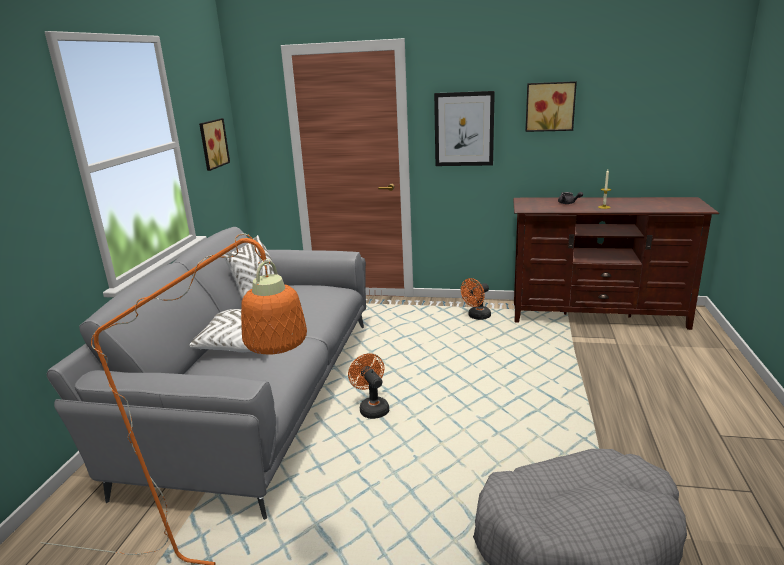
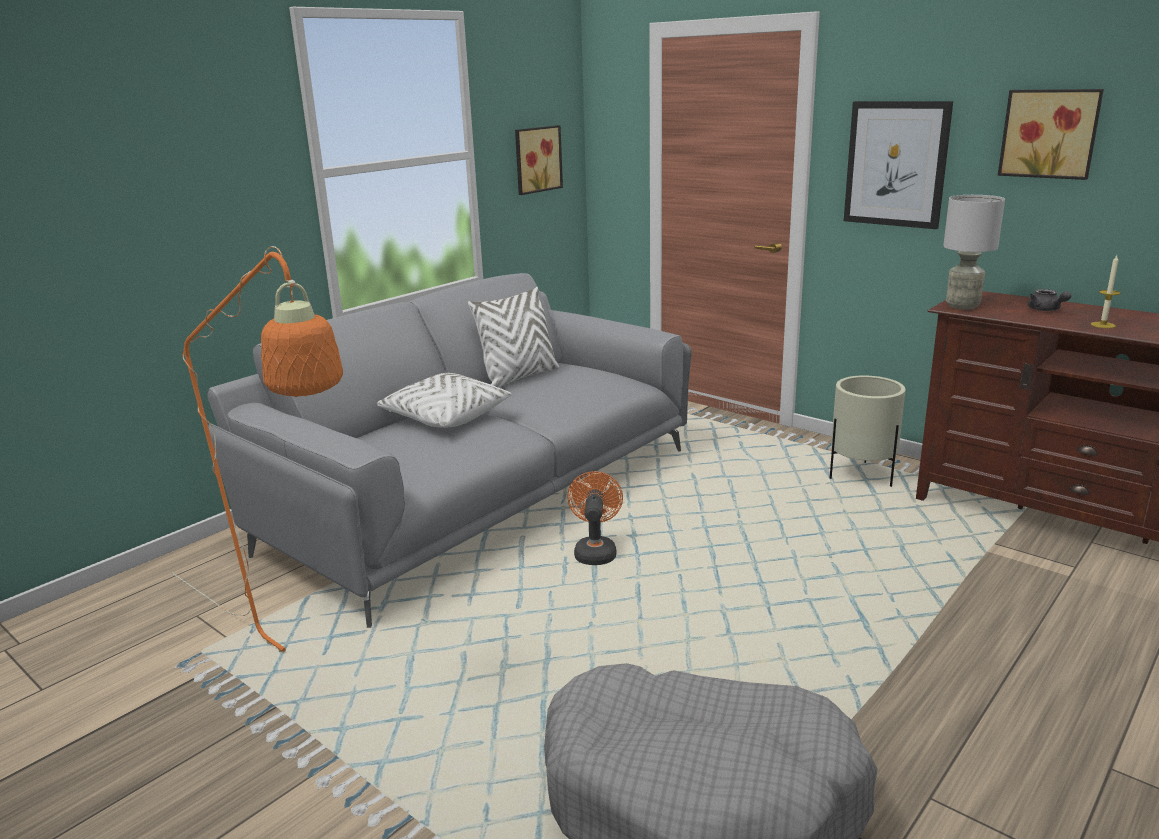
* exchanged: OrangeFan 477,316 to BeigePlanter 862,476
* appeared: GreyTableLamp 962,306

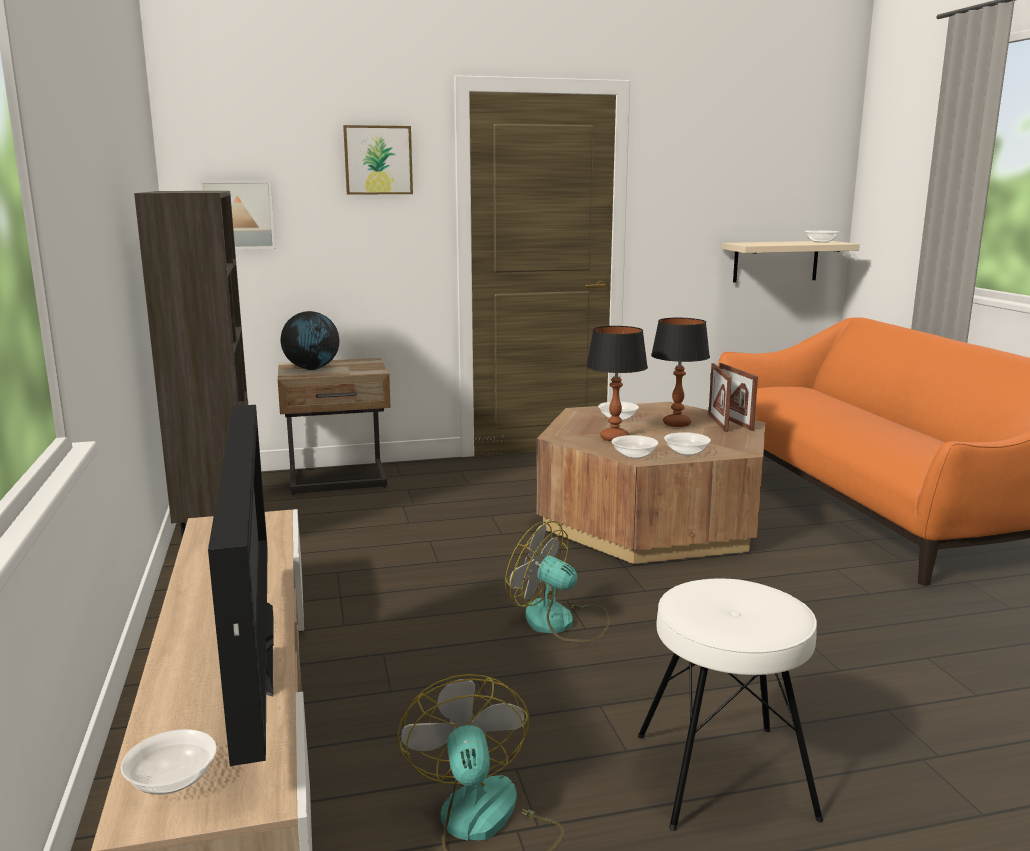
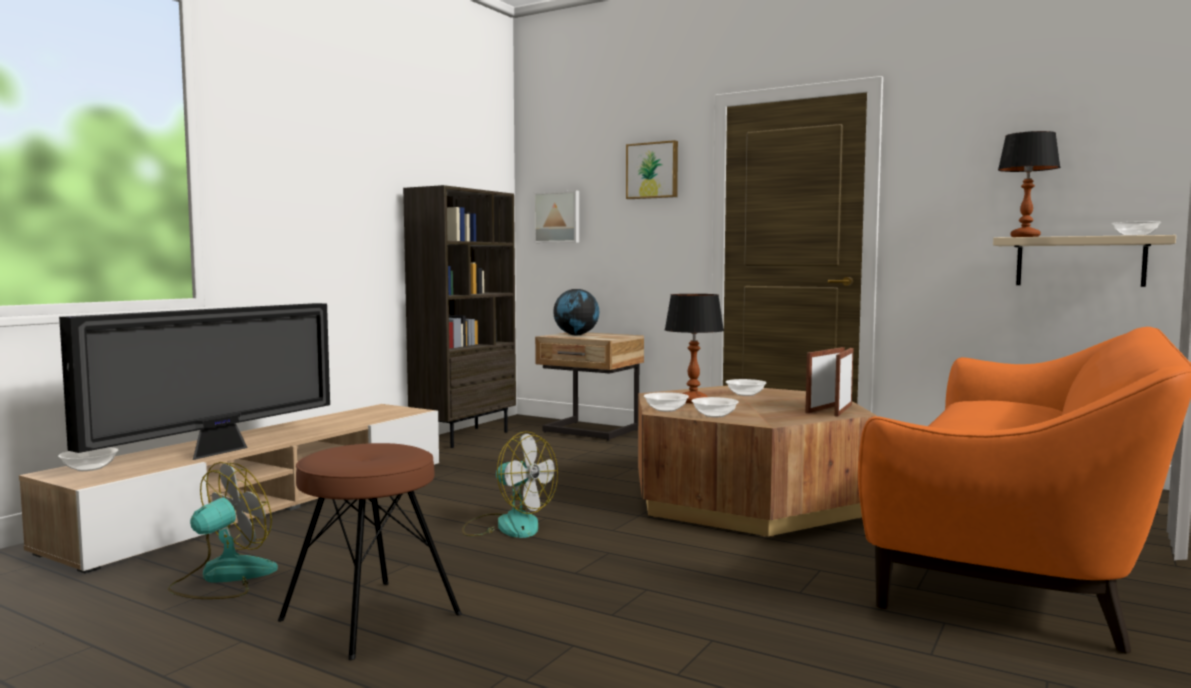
* colour: WhiteStool 723,775 to BrownStool 370,617
* spun: Fan 560,622 = 508,525 135 degrees clockwise
* relocated: TableLamp 677,424 to 1025,237

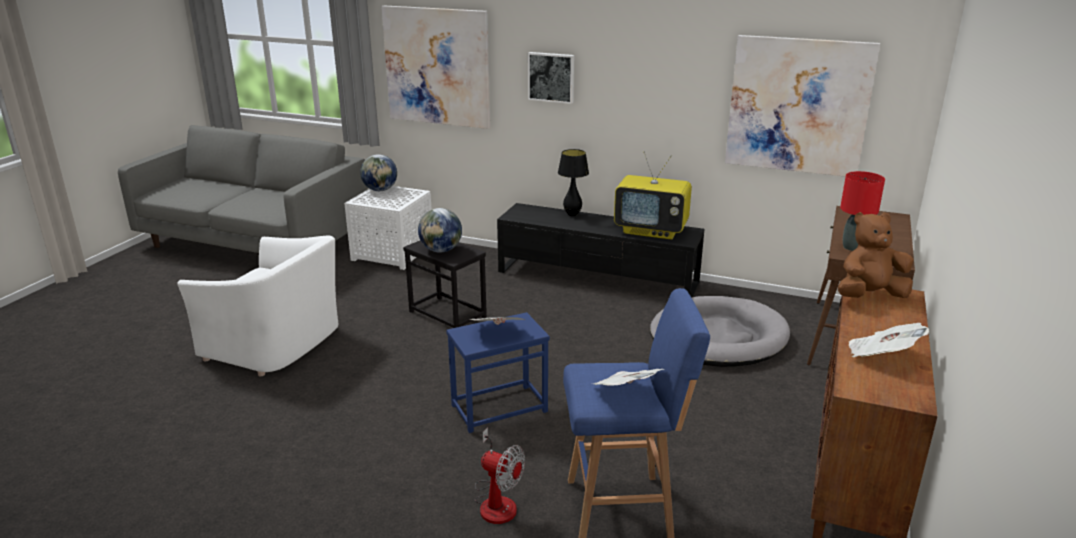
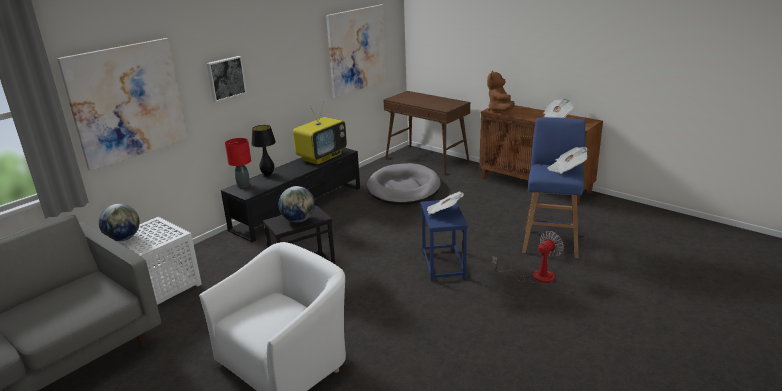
* relocated: RedTableLamp 852,247 to 243,185

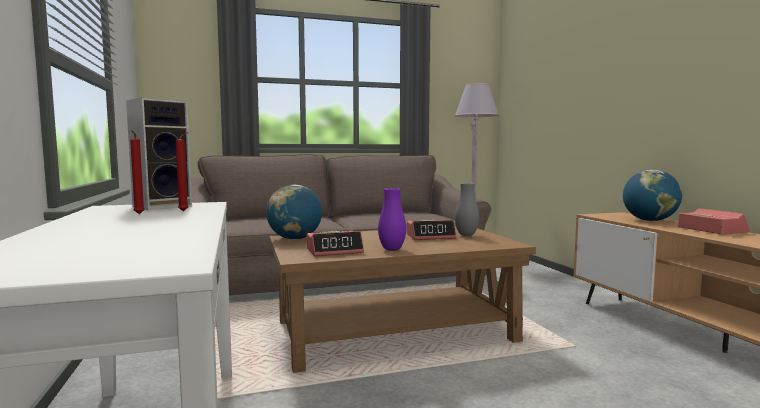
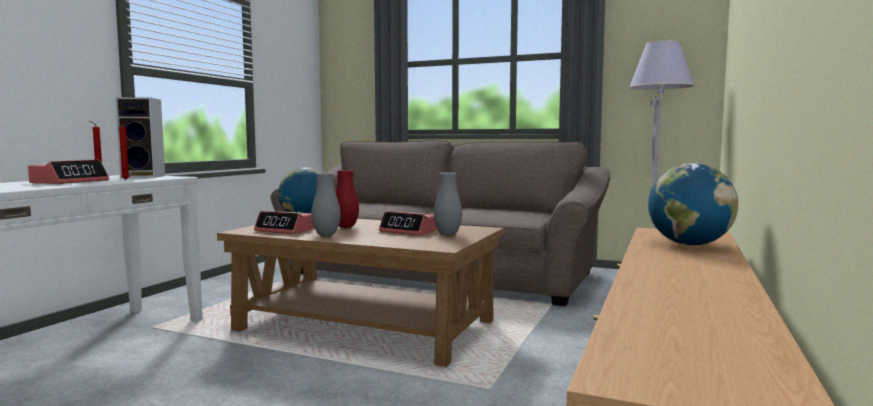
* relocated: AlarmClock 711,230 to 70,182
* colour: PurpleVase 392,249 to GreyVase 326,235
* appeared: RedVase 346,227

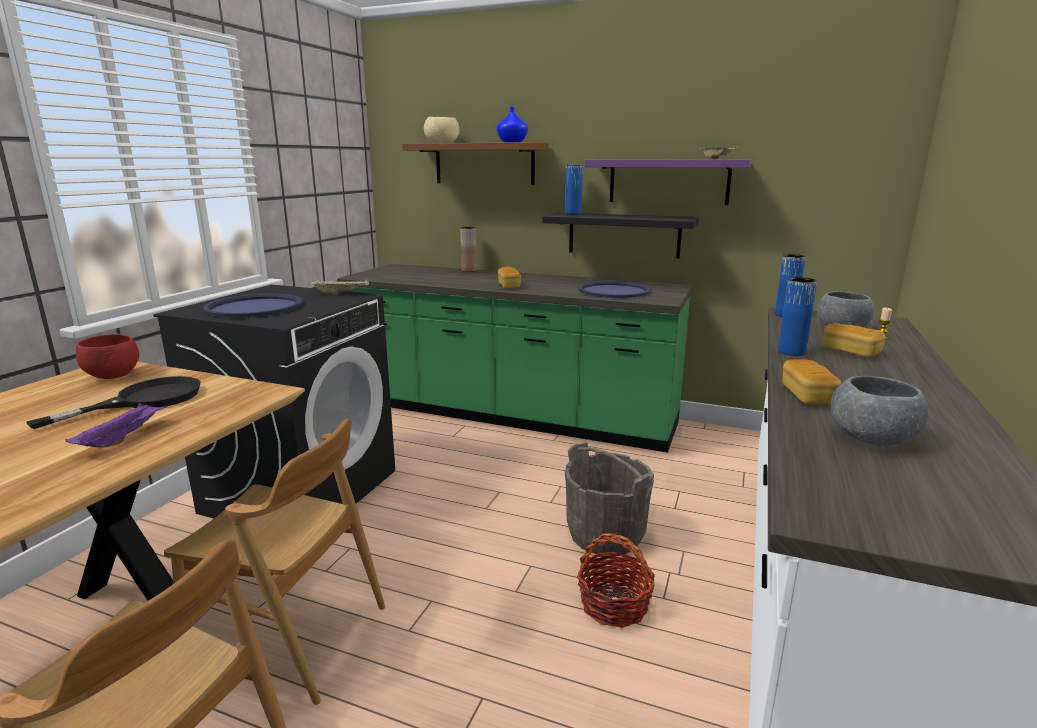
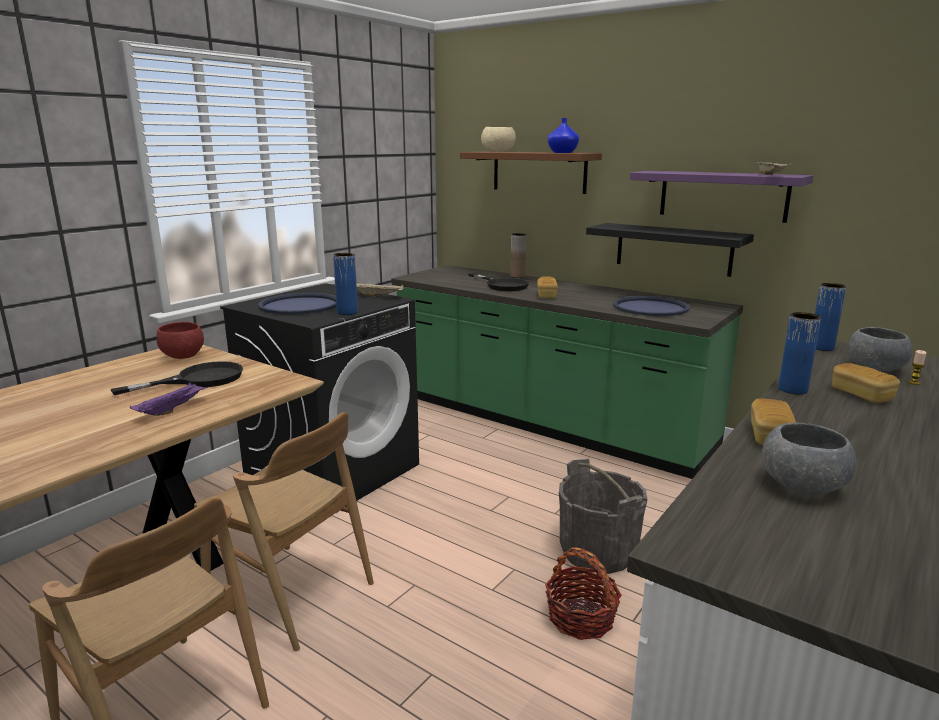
* relocated: BlueVase 573,214 to 347,312
* appeared: BlackFryingPan 502,285

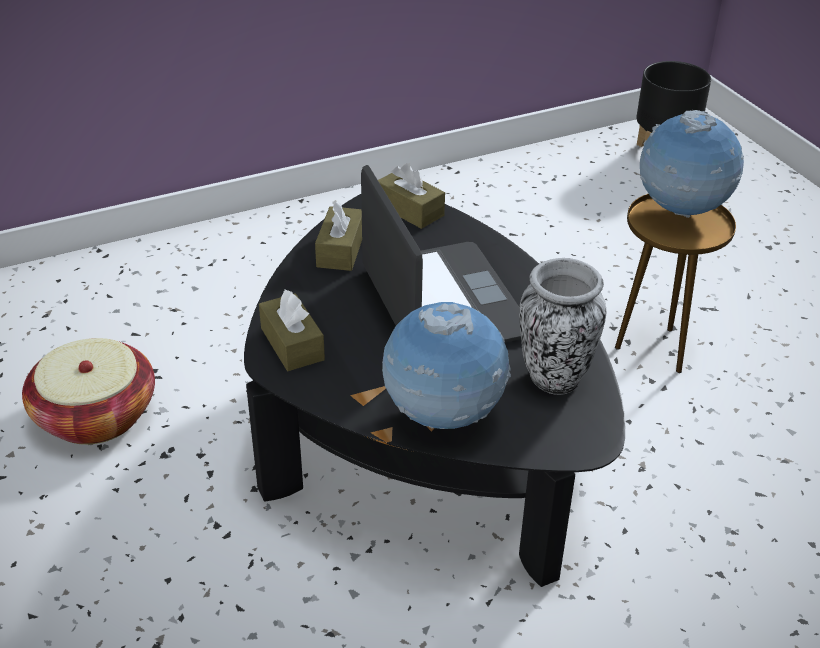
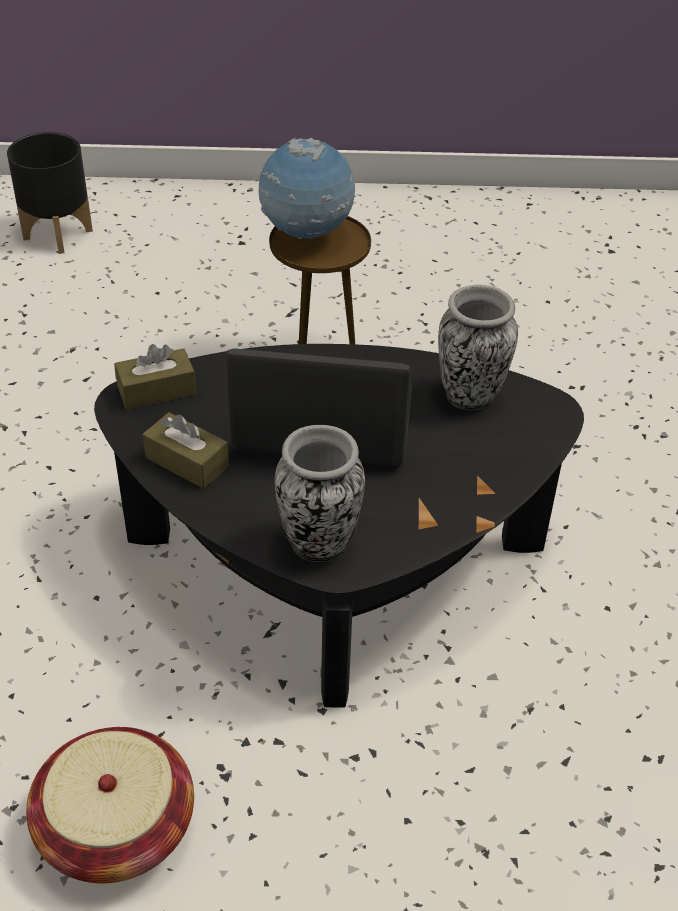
* exchanged: BrownTissueBox 292,344 to Vase 318,545
* missing: Globe 443,417

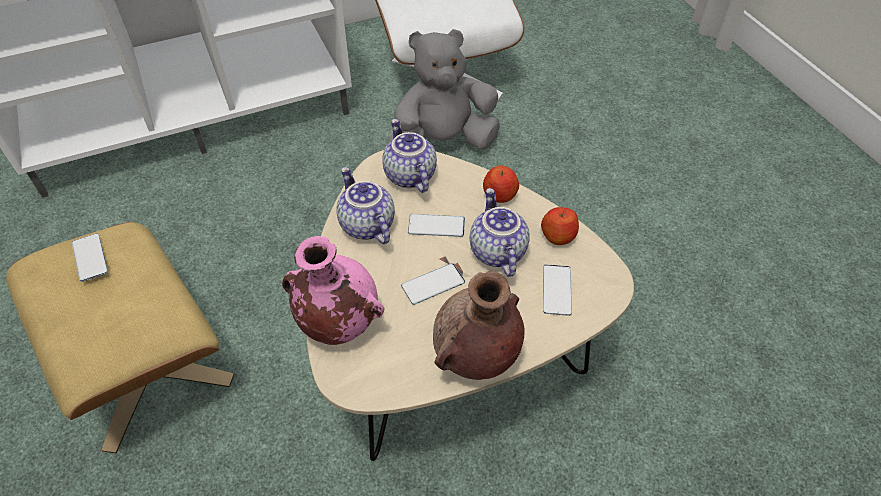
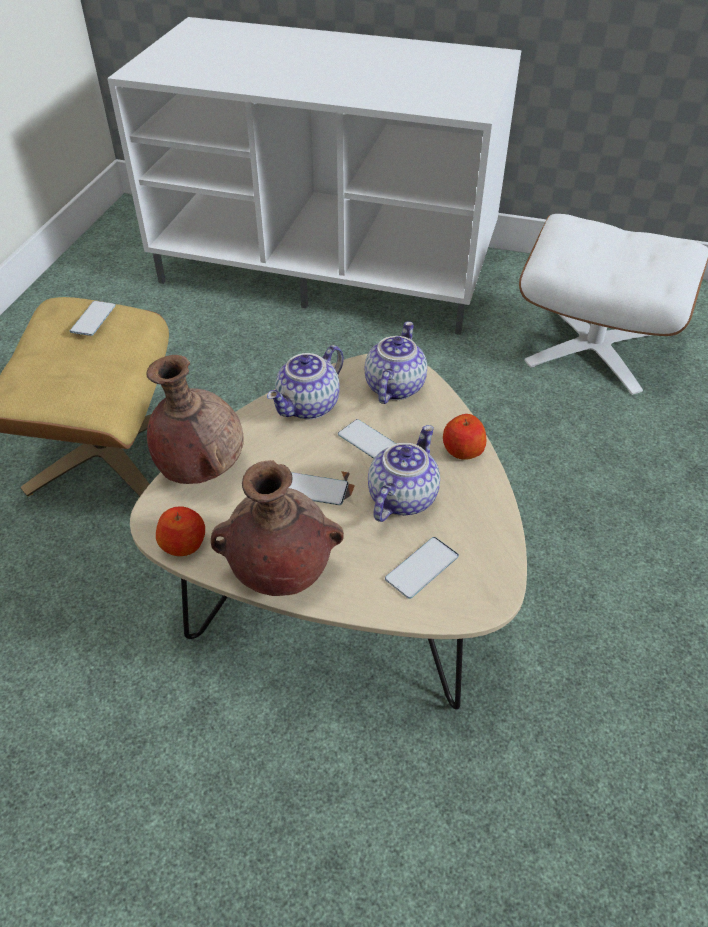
* colour: PinkVase 337,322 to BrownVase 200,468
* relocated: Apple 558,236 to 184,544
* spun: Teapot 365,225 = 309,407 150 degrees counterclockwise
* missing: GreyPlushToy 443,142

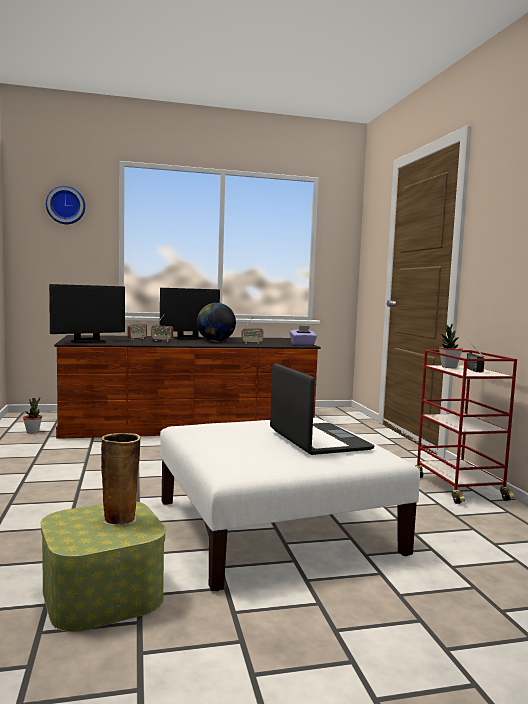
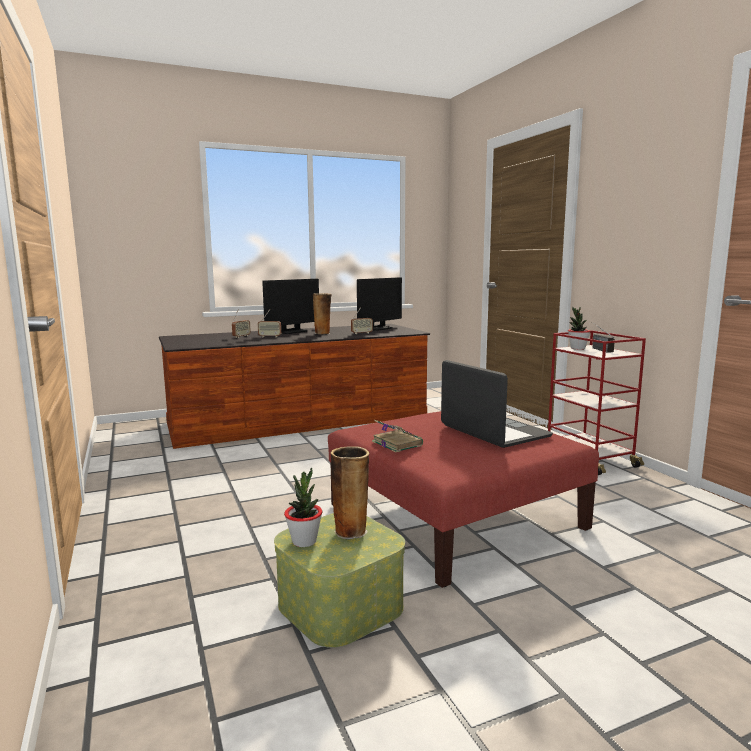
* relocated: PottedPlant 32,432 to 304,541
* exchanged: Globe 215,341 to Vase 323,333
* colour: WhiteOttoman 273,526 to RedOttoman 453,517
* relocated: Monitor 88,341 to 378,328
* appeared: Book 396,443
* missing: WallClock 66,205
* missing: PurpleTissueBox 302,344

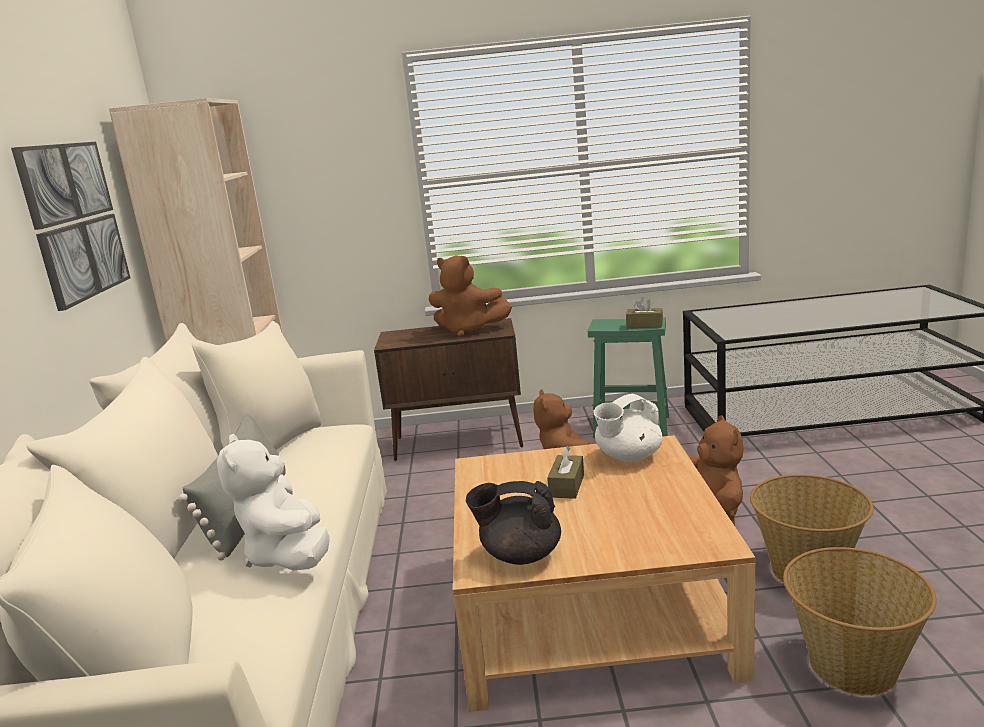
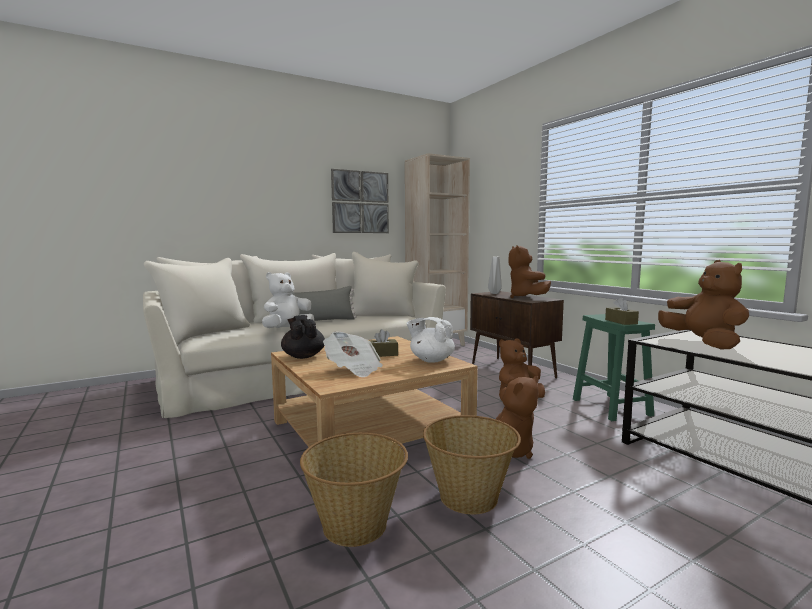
* appeared: Newspaper 353,369
* appeared: GreyVase 494,293
* appeared: BrownPlushToy 703,343

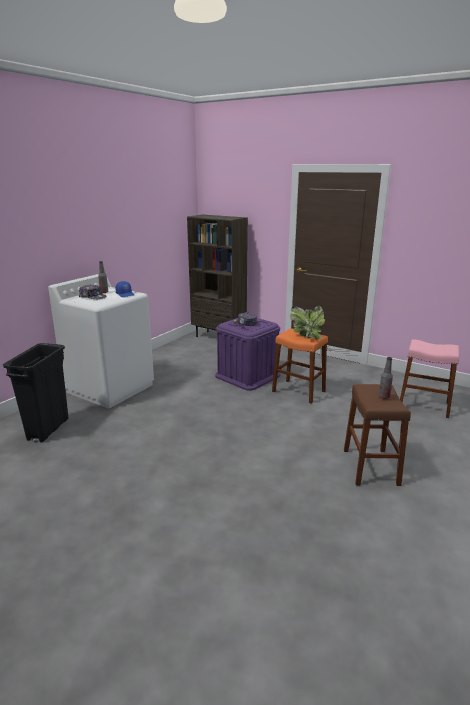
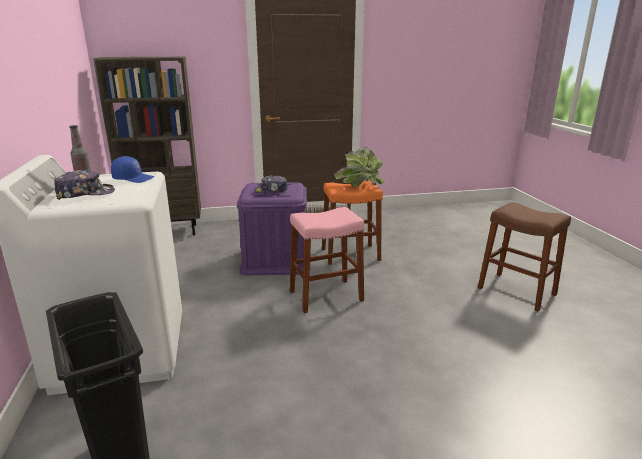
* relocated: PinkStool 423,405 to 326,296
* missing: Bottle 384,397

